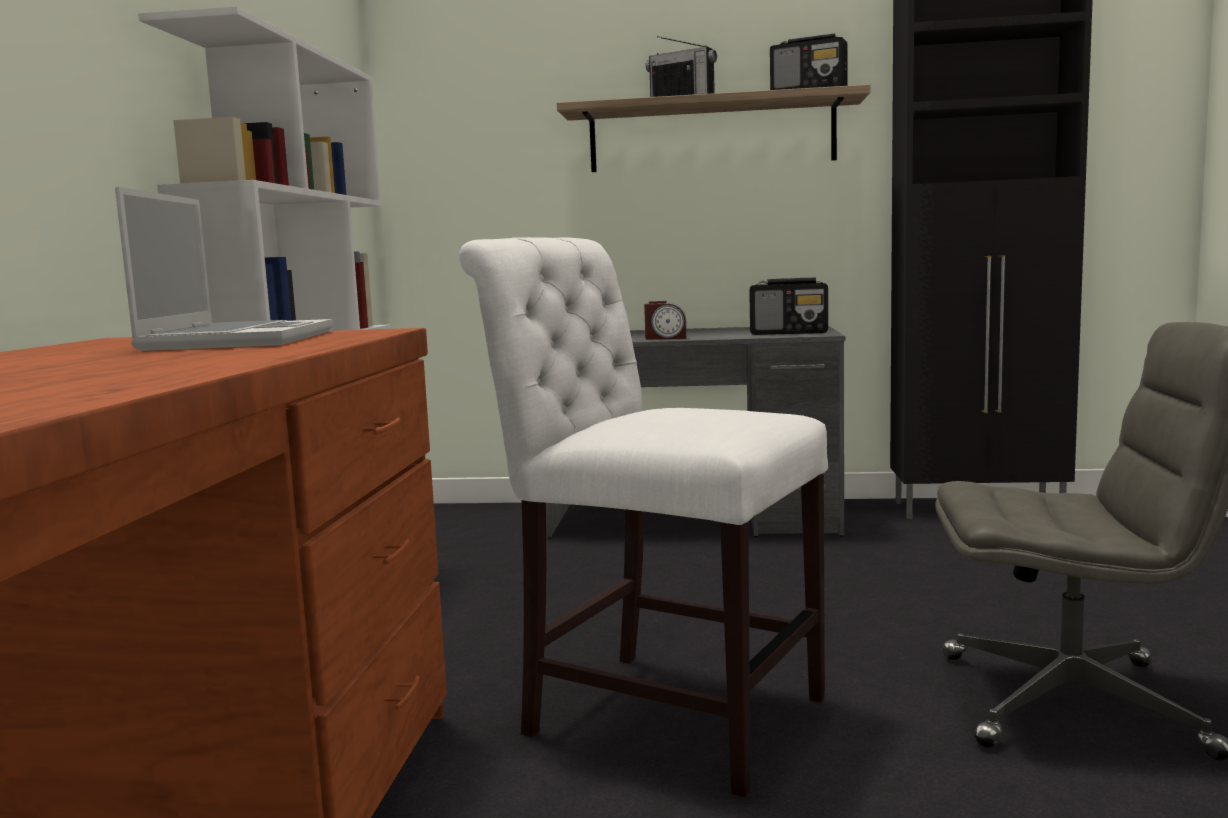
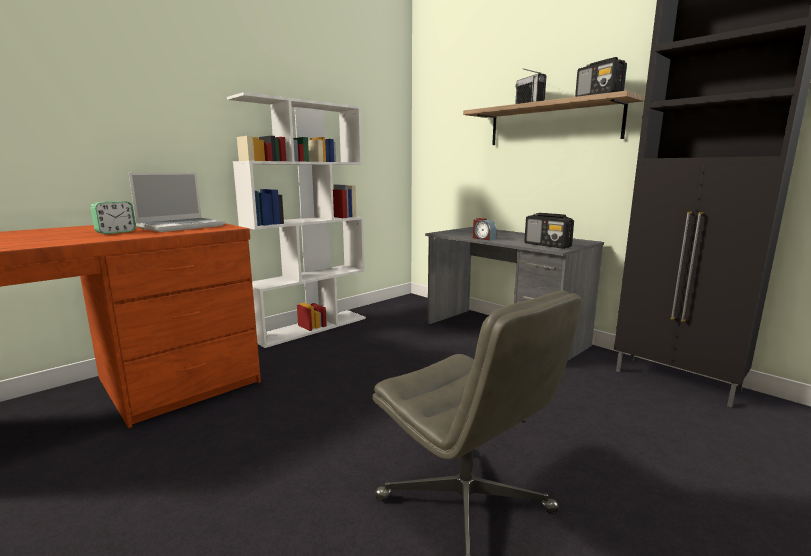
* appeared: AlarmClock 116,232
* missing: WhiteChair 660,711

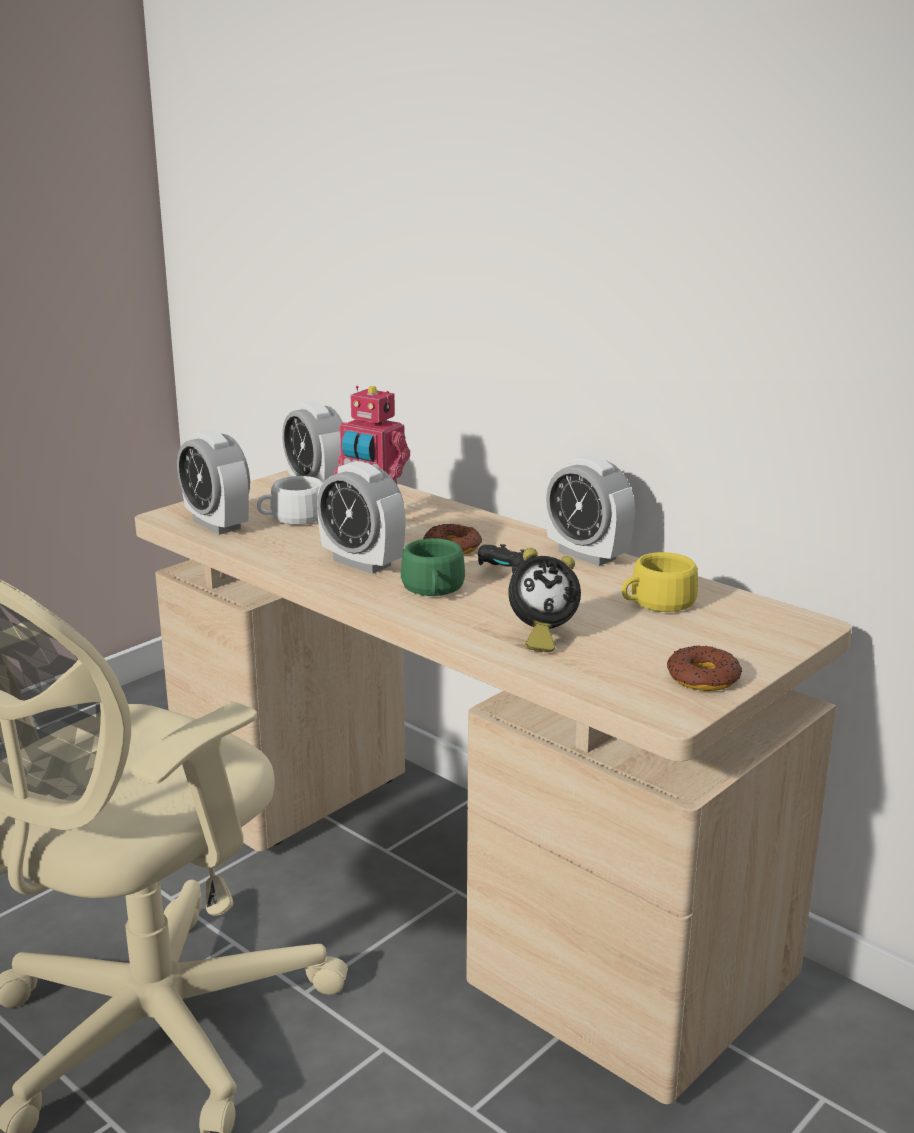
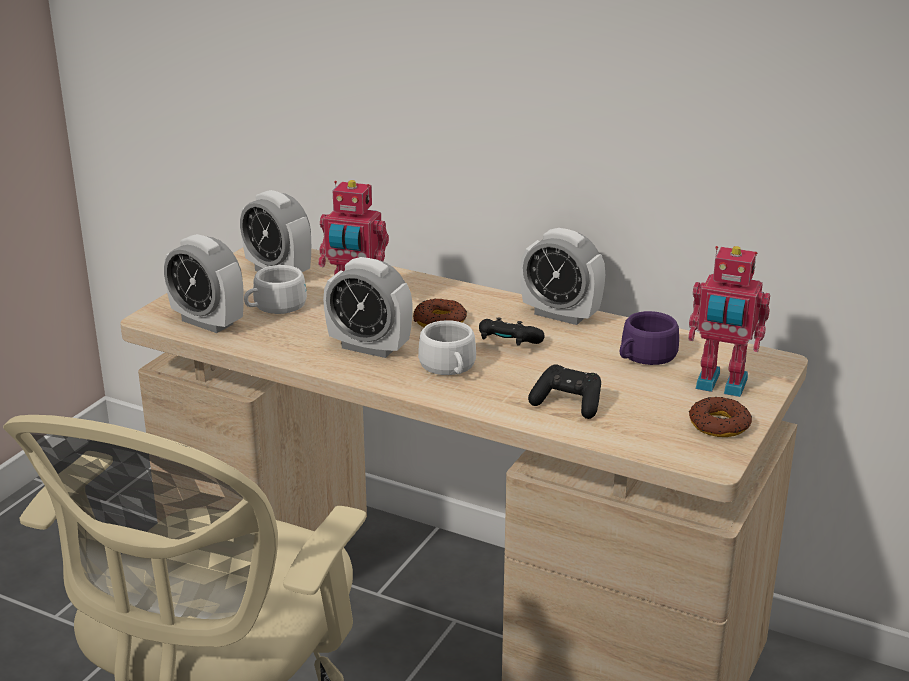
* colour: GreenCup 433,590 to WhiteCup 449,368
* exchanged: AlarmClock 540,637 to BlackGameController 567,403
* colour: YellowCup 656,603 to PurpleCup 644,357
* appeared: ToyRobot 720,385

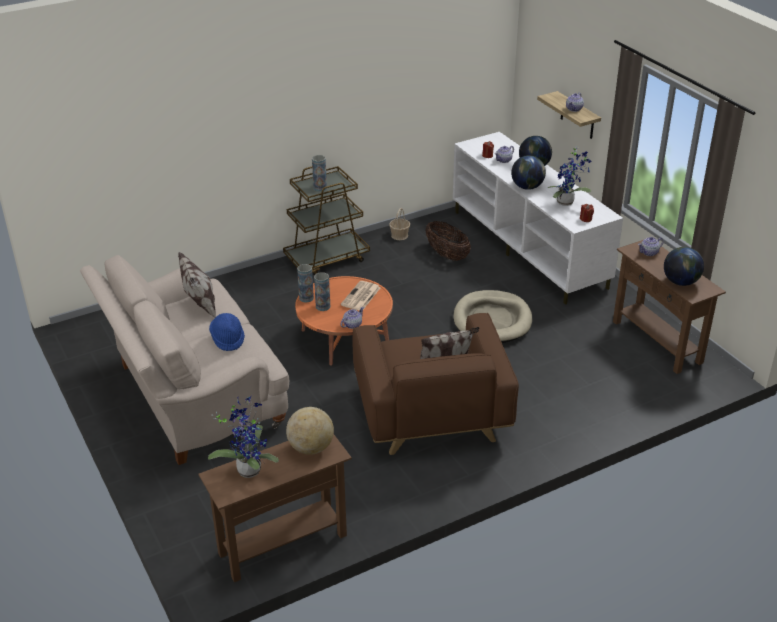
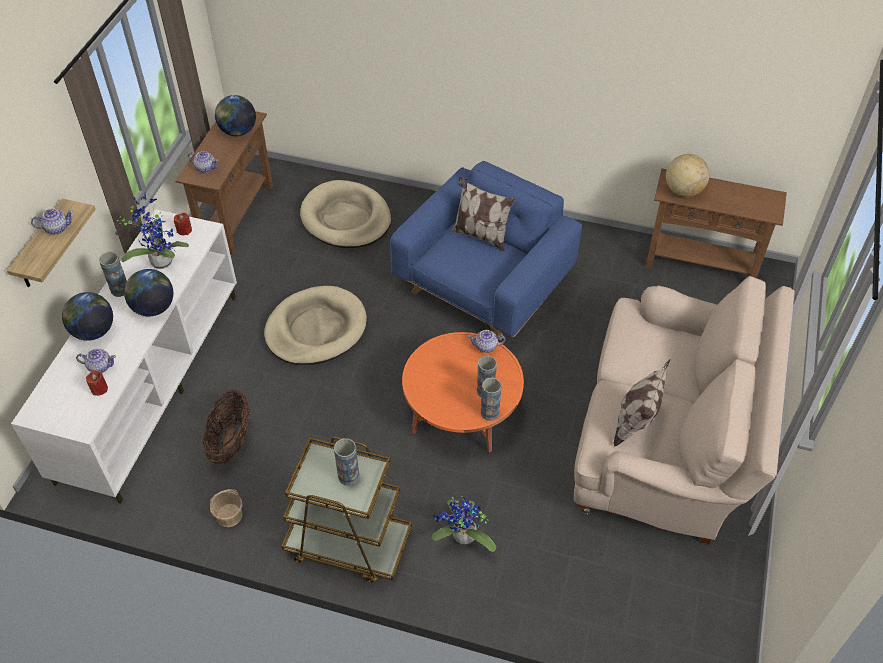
* appeared: Vase 120,289
* appeared: BeigeDogBed 346,218
* colour: BrownArmchair 432,412 to BlueArmchair 484,283
* relocated: PottedPlant 249,468 to 462,538
* missing: BlueHat 228,339
* missing: Newspaper 360,297

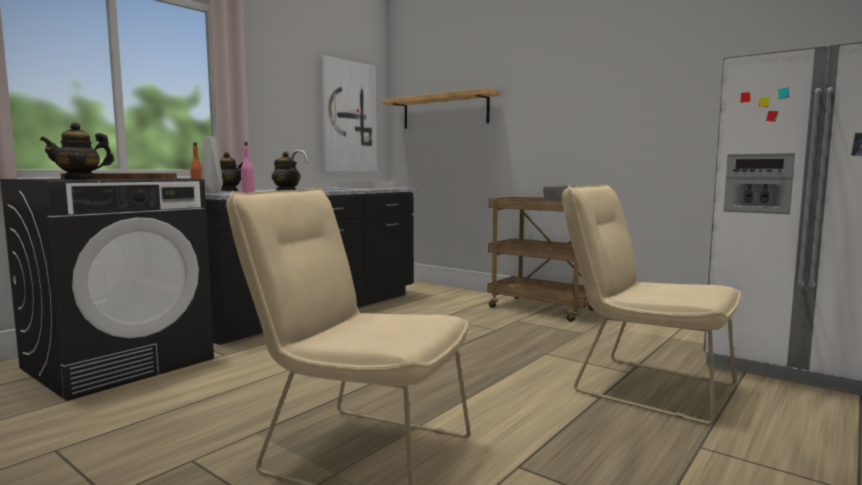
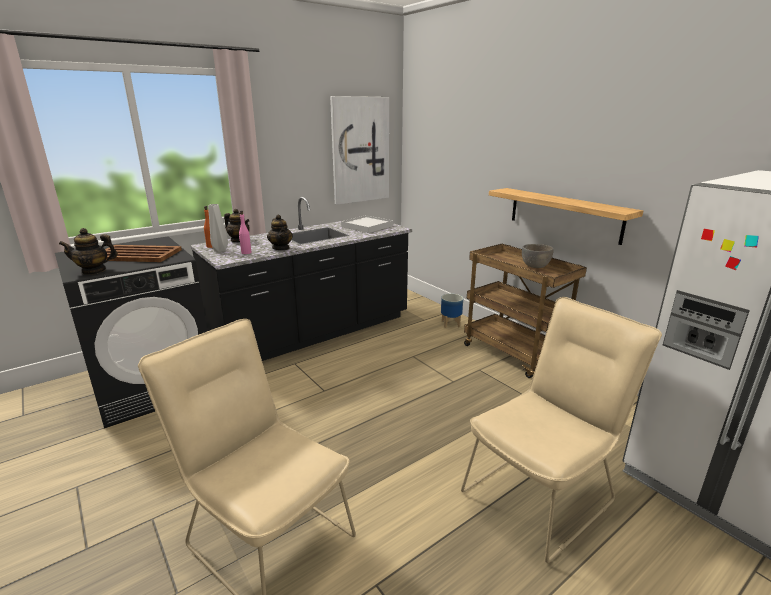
* appeared: Planter 451,324
* spun: BeigeChair 642,386 = 543,492 90 degrees clockwise
* relocated: Shelf 444,111 to 564,214

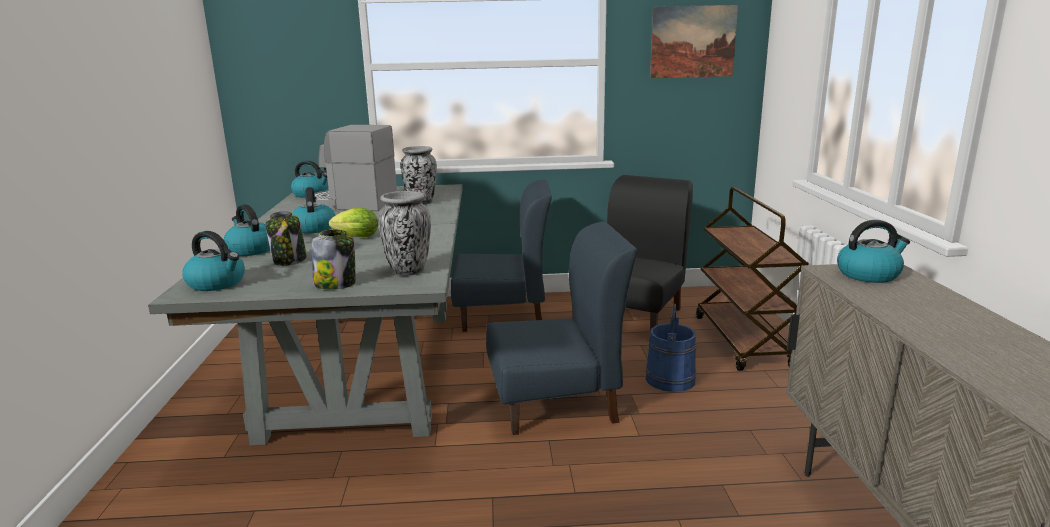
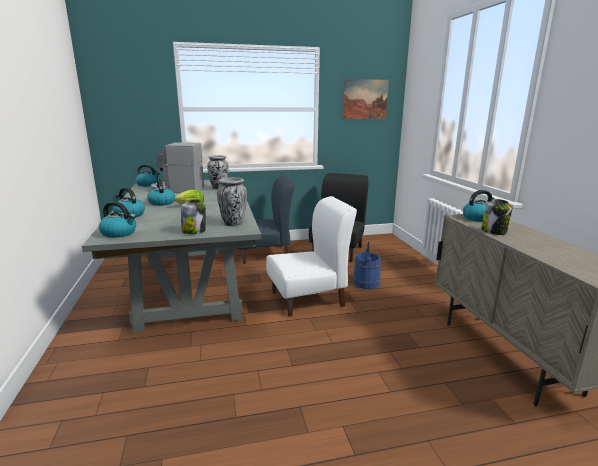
* colour: BlueChair 556,404 to WhiteChair 308,299
* relocated: Jar 290,260 to 494,231
* missing: BrownCart 743,342

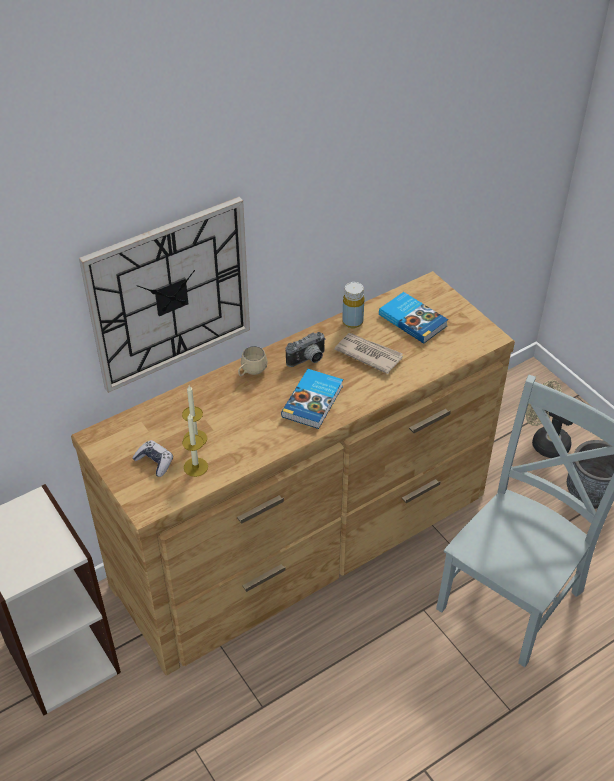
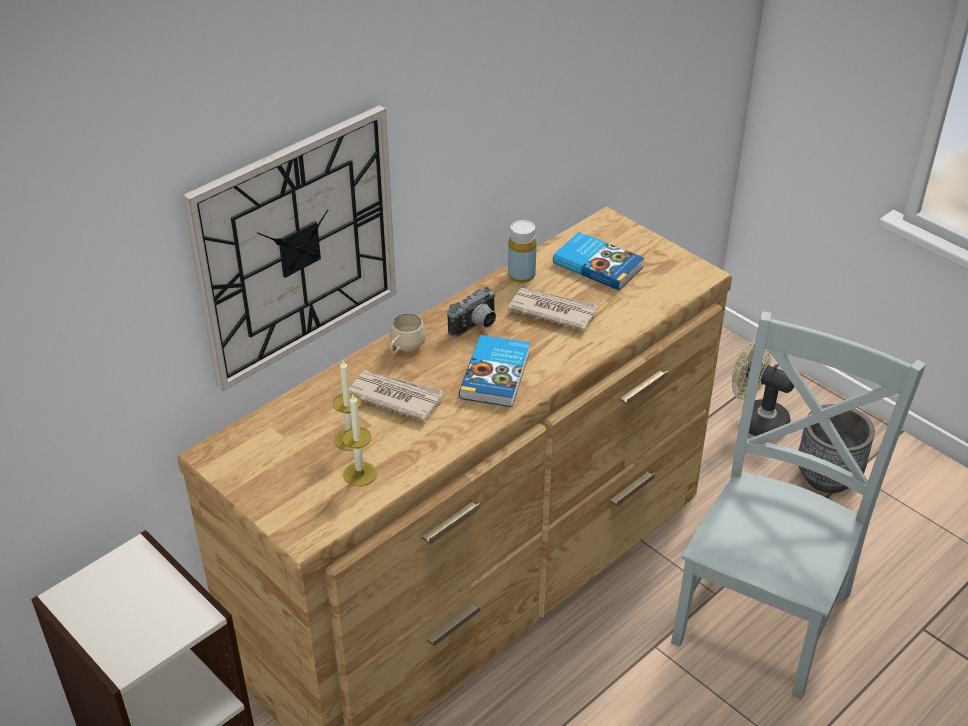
* appeared: Newspaper 395,397
* missing: GameController 154,462

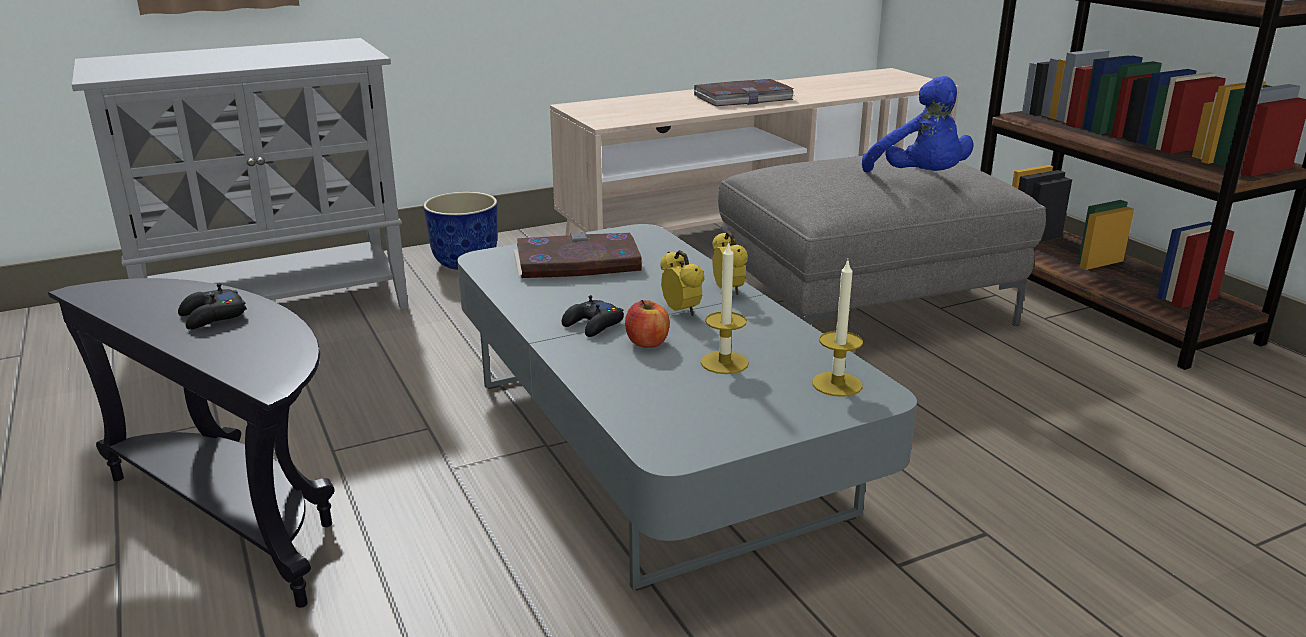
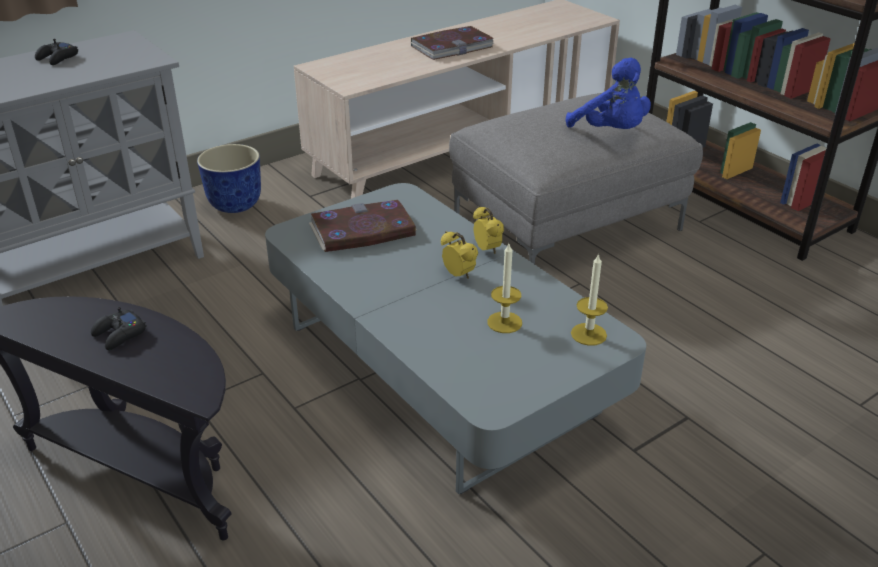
* relocated: BlackGameController 593,325 to 57,58
* missing: Apple 647,343

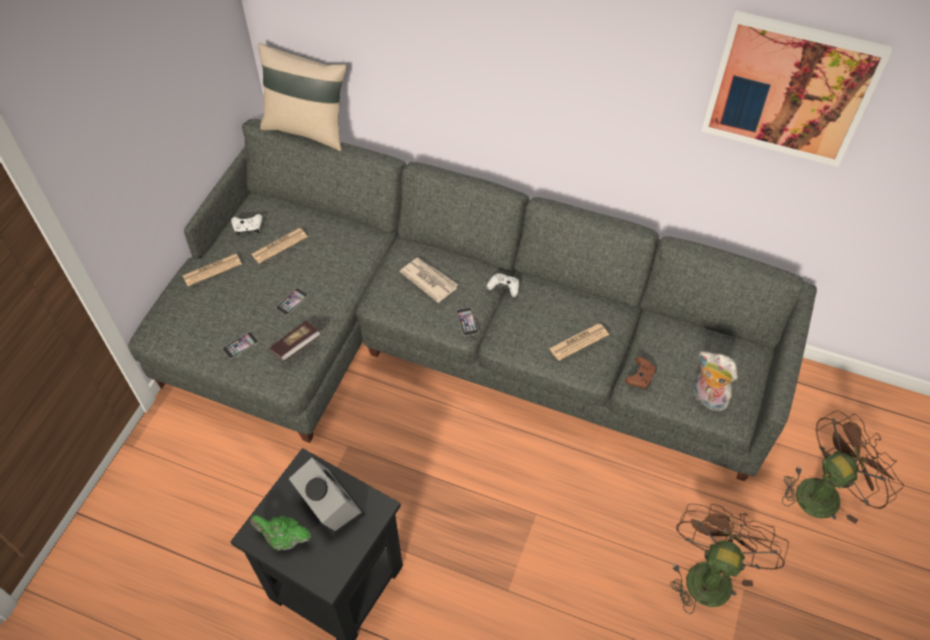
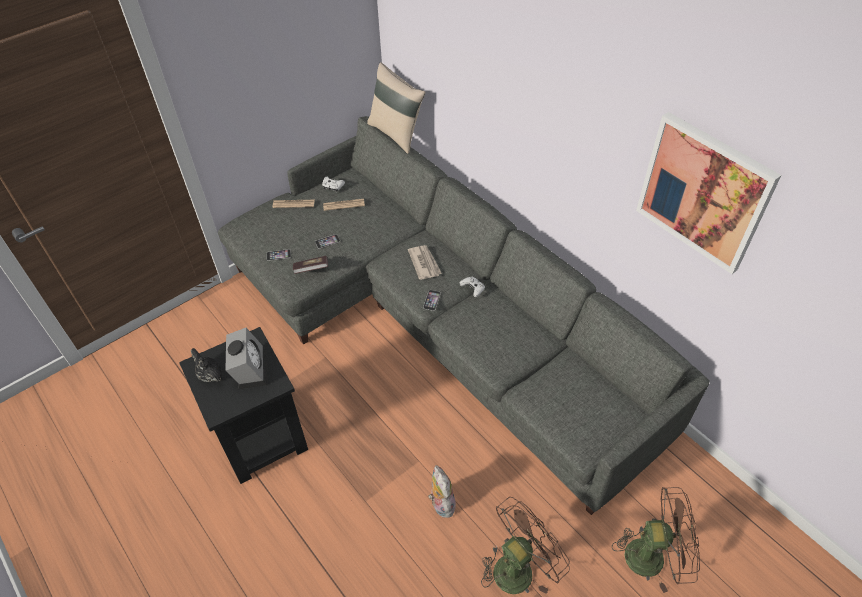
* colour: GreenTeapot 283,538 to BlackTeapot 209,375
* relocated: PlushToy 706,398 to 441,503
* missing: Newspaper 578,342
* missing: BrownGameController 640,377

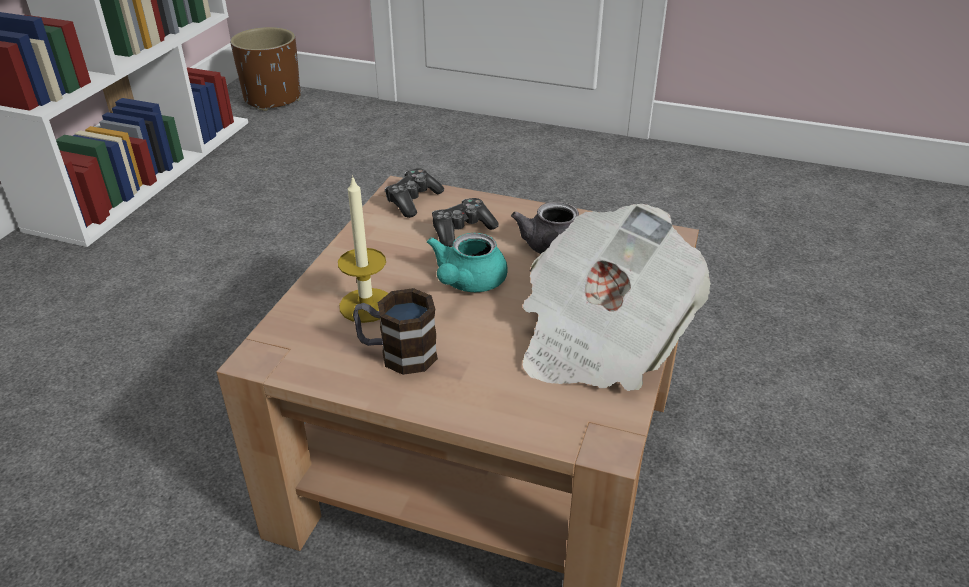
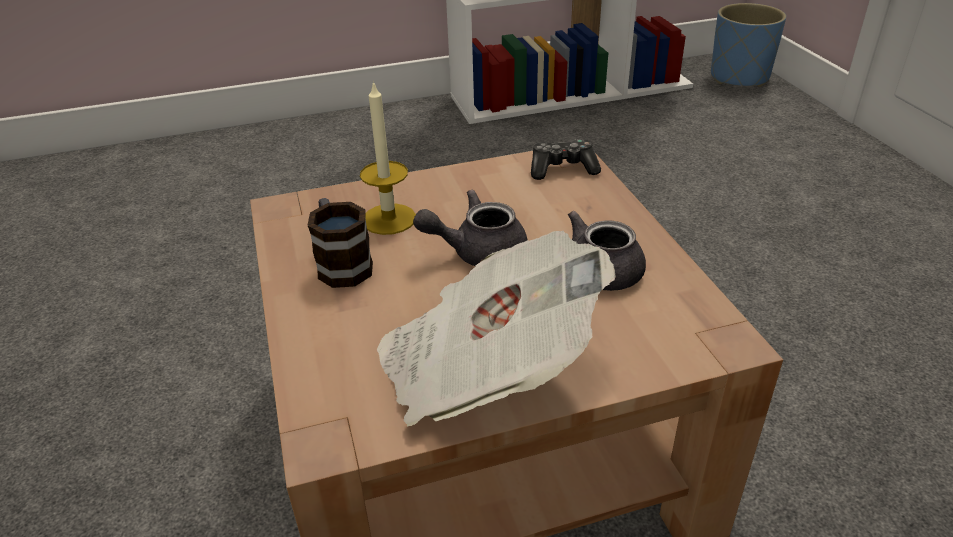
* colour: TurquoiseTeapot 467,283 to GreyTeapot 478,251
* colour: BrownPlanter 272,99 to BluePlanter 738,77
* missing: GameController 461,230

